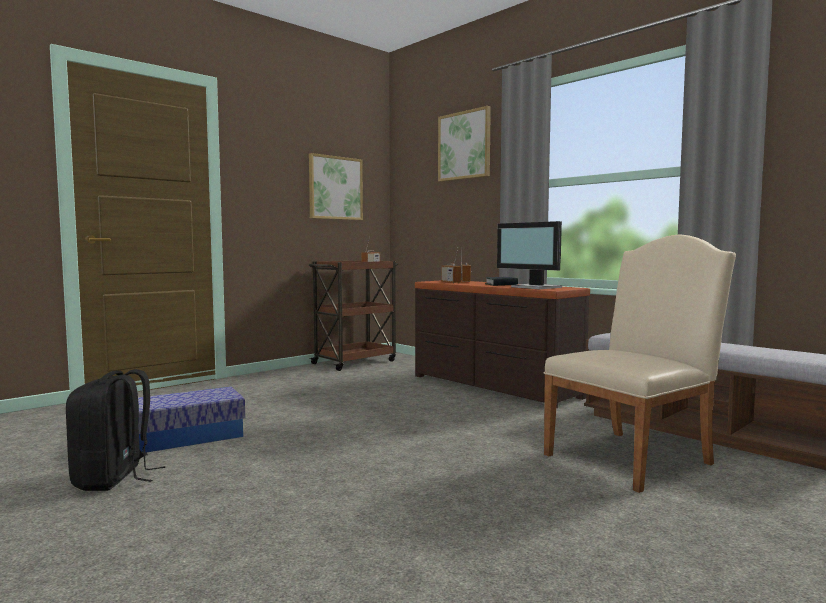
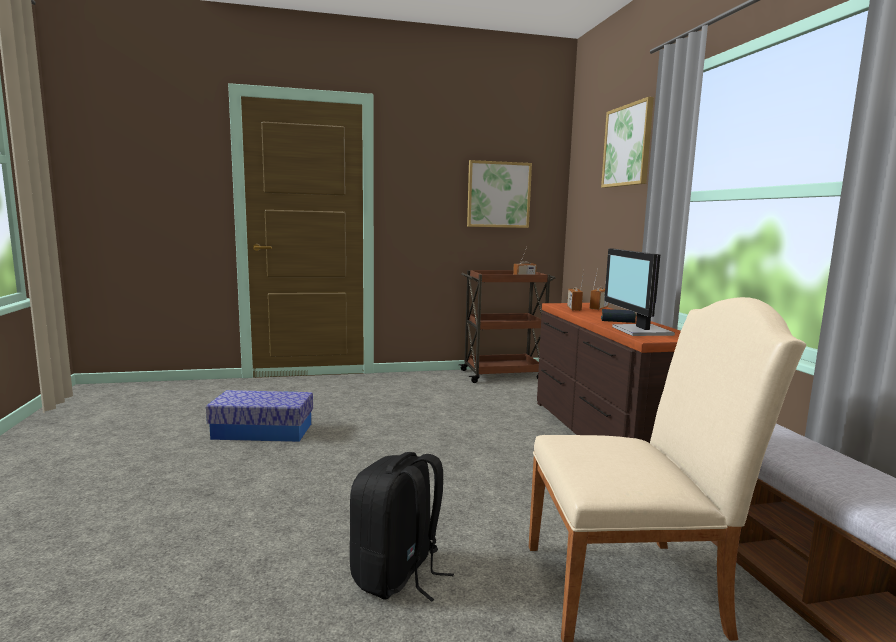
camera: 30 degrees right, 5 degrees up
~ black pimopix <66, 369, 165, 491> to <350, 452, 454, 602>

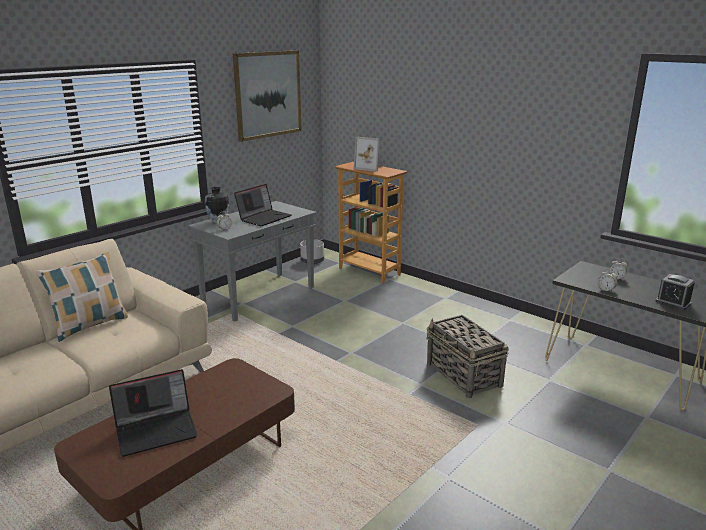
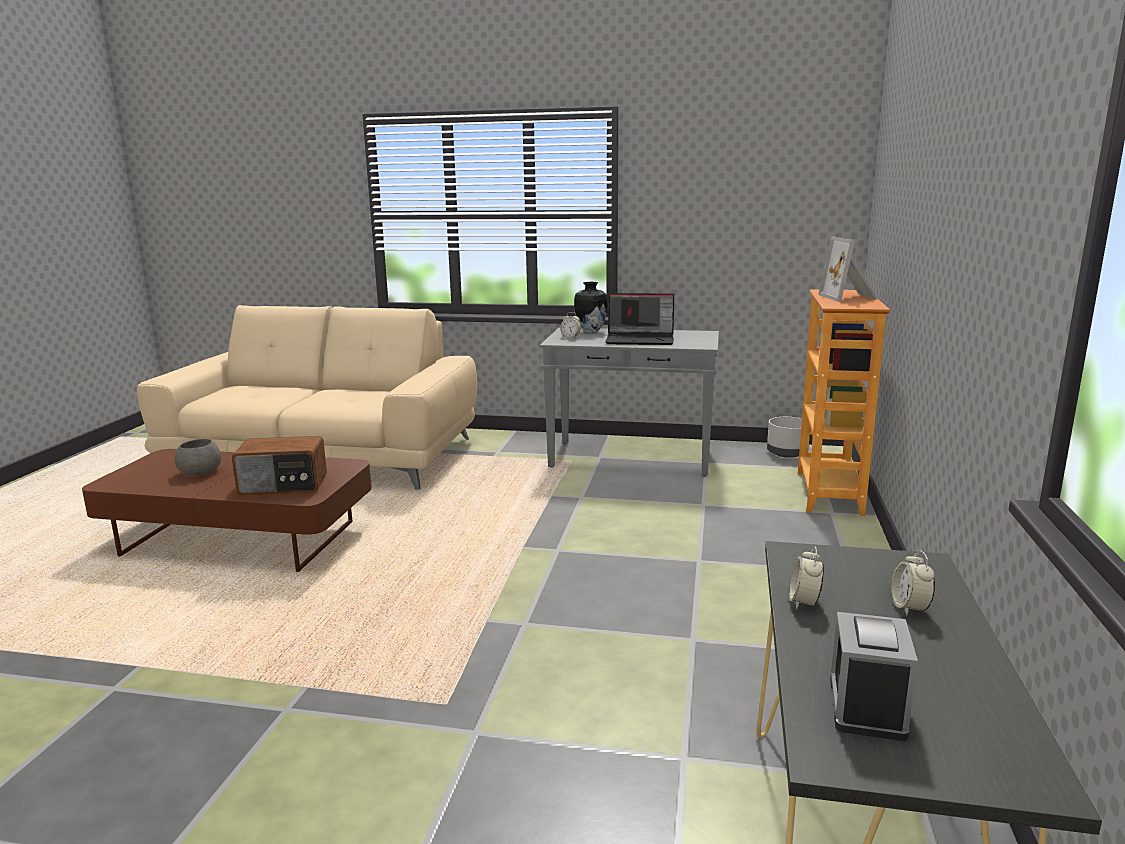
camera: 60 degrees right, 5 degrees down
~ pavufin <109, 369, 198, 457> to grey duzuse <175, 439, 221, 476>
+ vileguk <232, 436, 327, 496>
- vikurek <36, 252, 128, 342>
- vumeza <233, 50, 302, 142>
- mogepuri <426, 315, 509, 398>

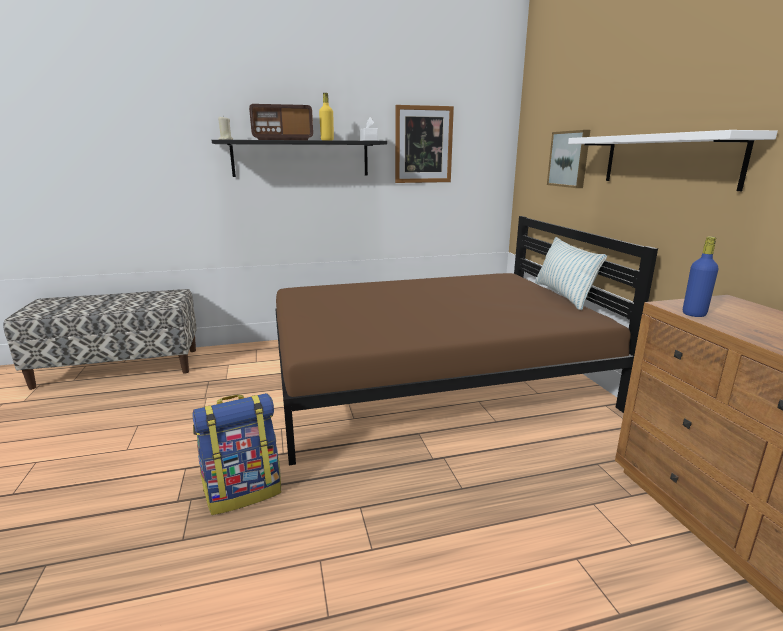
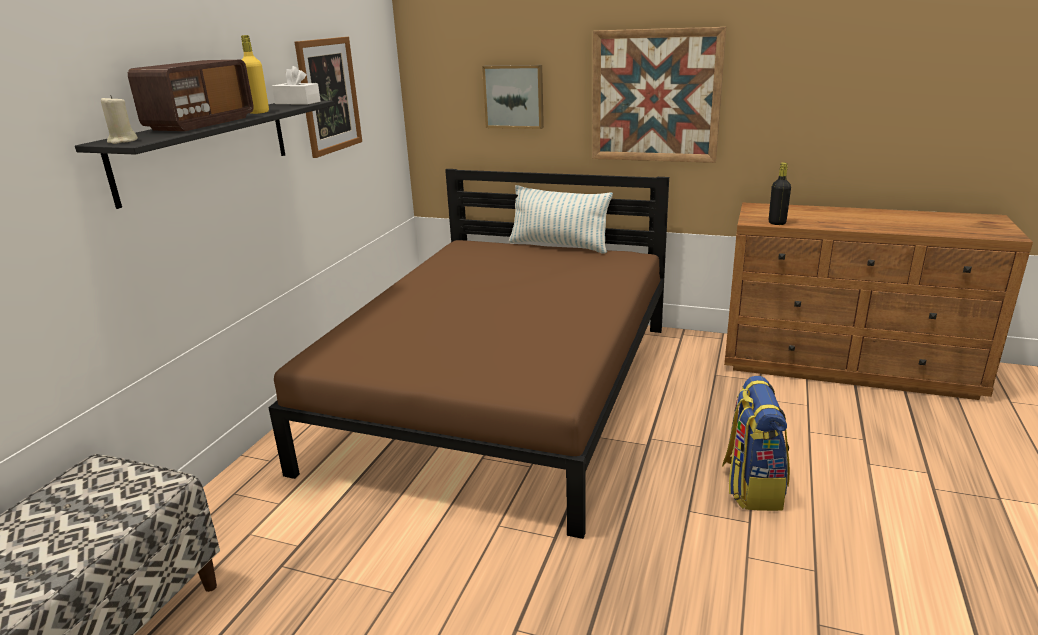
camera: 55 degrees left, 5 degrees up
~ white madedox <568, 130, 778, 191> to vumeza <592, 27, 726, 163>
~ pimopix <192, 393, 281, 515> to <722, 376, 790, 511>
~ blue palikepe <683, 237, 719, 317> to black palikepe <769, 163, 791, 225>

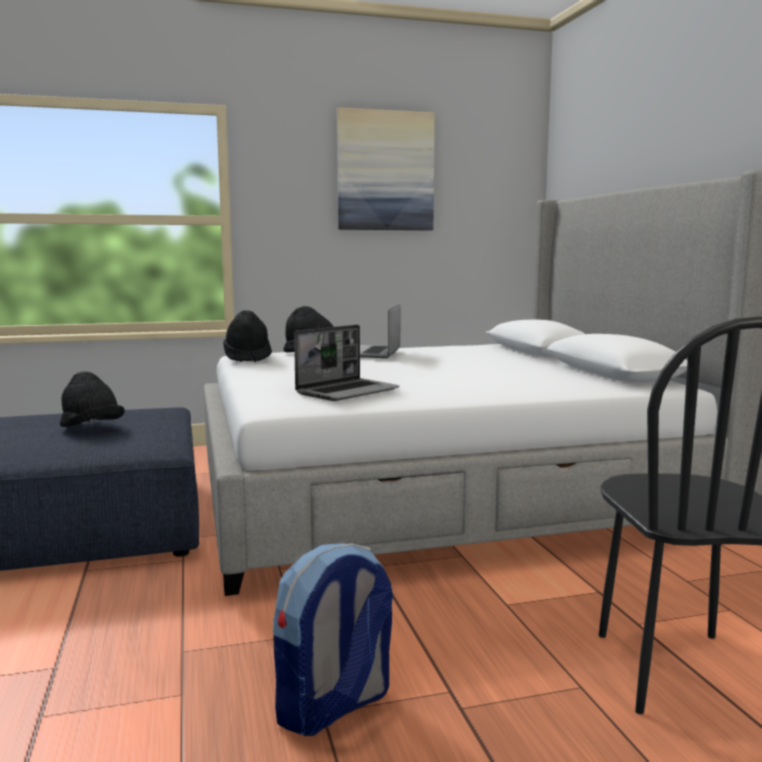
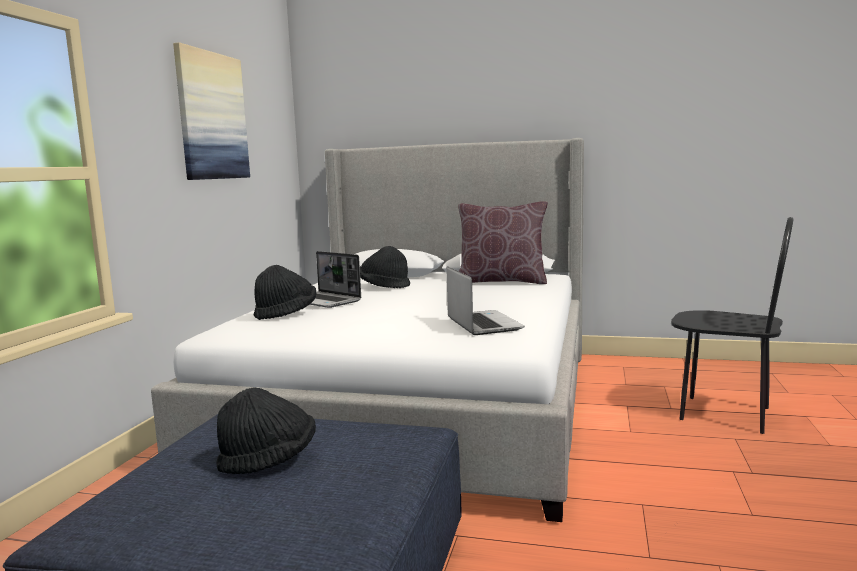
camera: 60 degrees left, 0 degrees up
~ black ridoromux <223, 310, 272, 362> to <360, 246, 410, 288>
+ brown vikurek <458, 201, 548, 284>
- pimopix <273, 543, 393, 736>

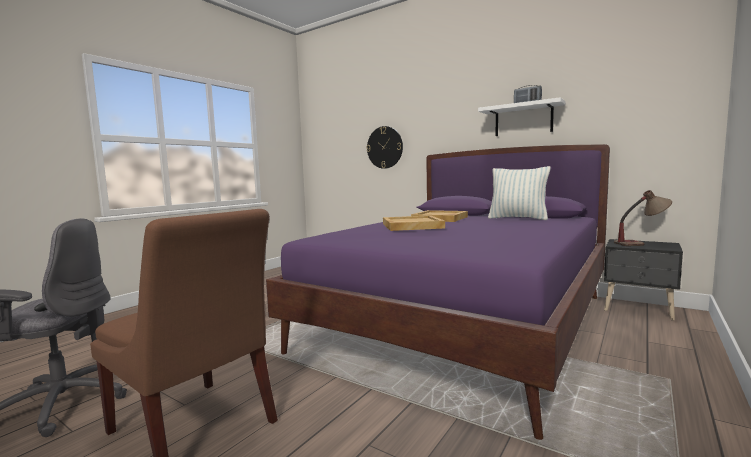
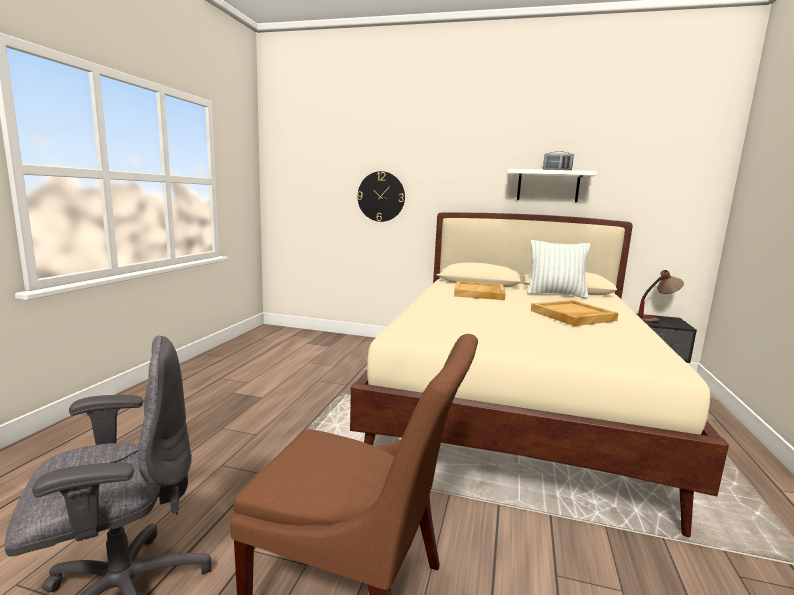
camera: 20 degrees left, 5 degrees up
~ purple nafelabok <266, 144, 610, 440> to beige nafelabok <350, 212, 729, 537>
~ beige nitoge <383, 215, 445, 231> to <531, 300, 619, 326>

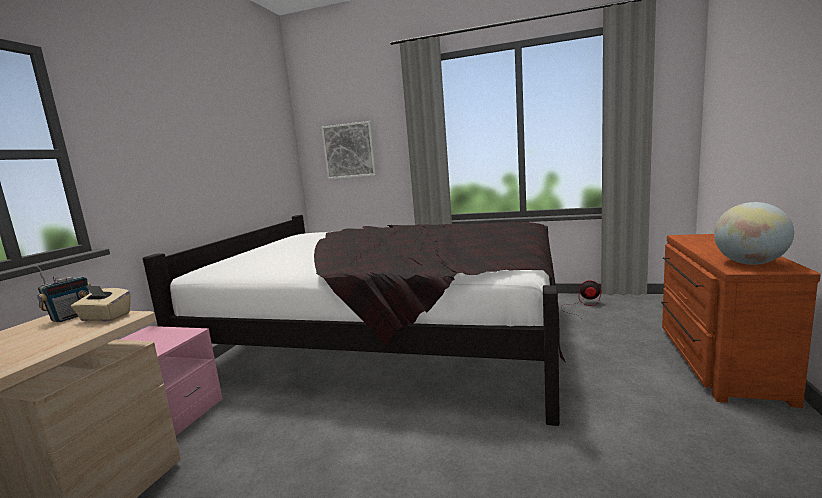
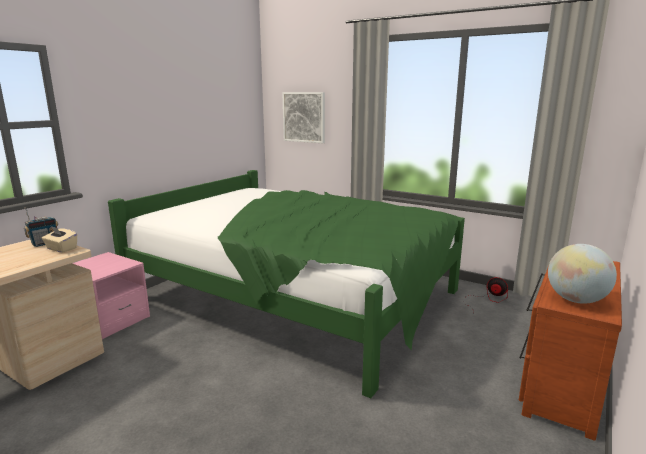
camera: 15 degrees right, 5 degrees up
~ black nafelabok <143, 215, 566, 426> to green nafelabok <108, 170, 465, 398>

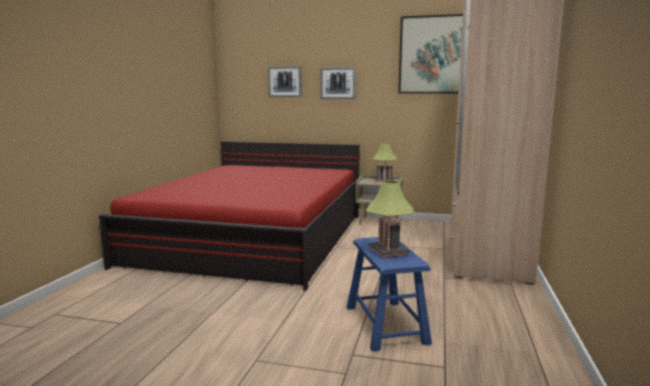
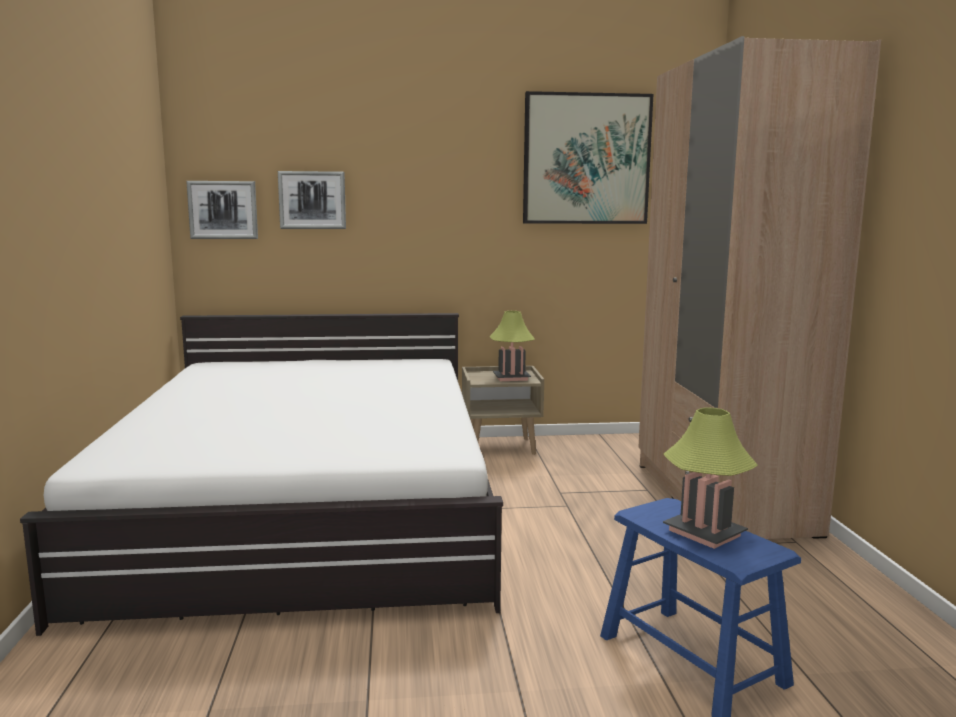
camera: 20 degrees left, 0 degrees up
~ red nafelabok <99, 141, 360, 291> to white nafelabok <20, 313, 503, 636>
~ vumeza <321, 67, 356, 99> to <186, 181, 258, 239>

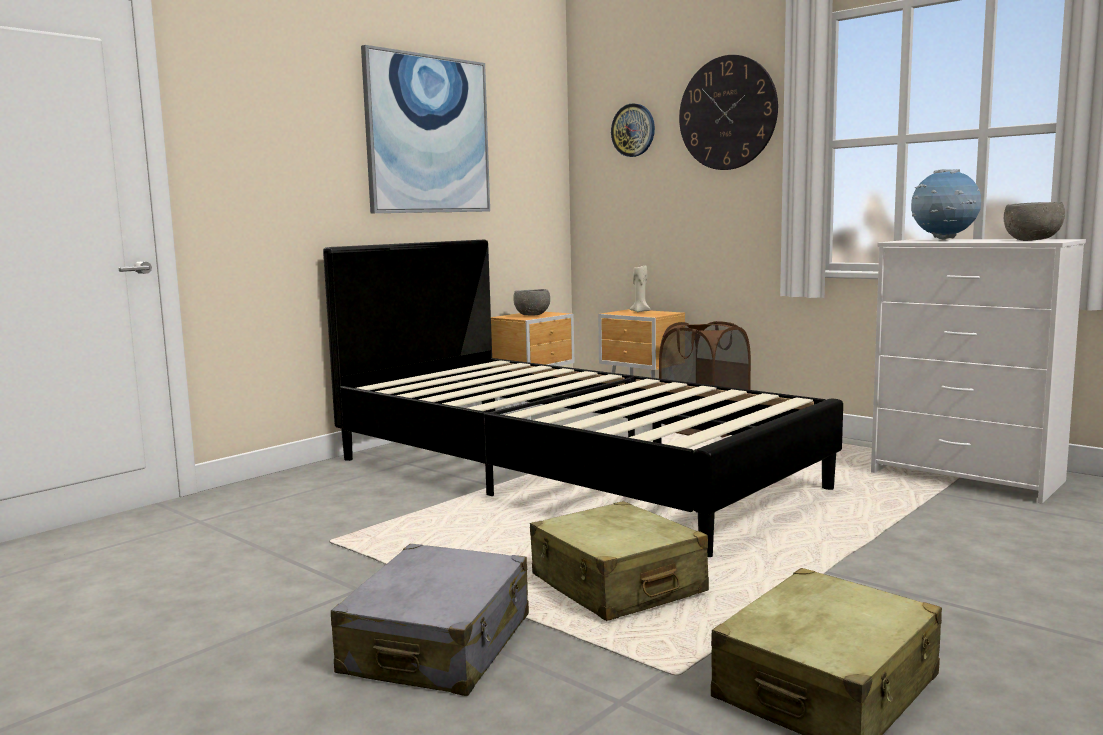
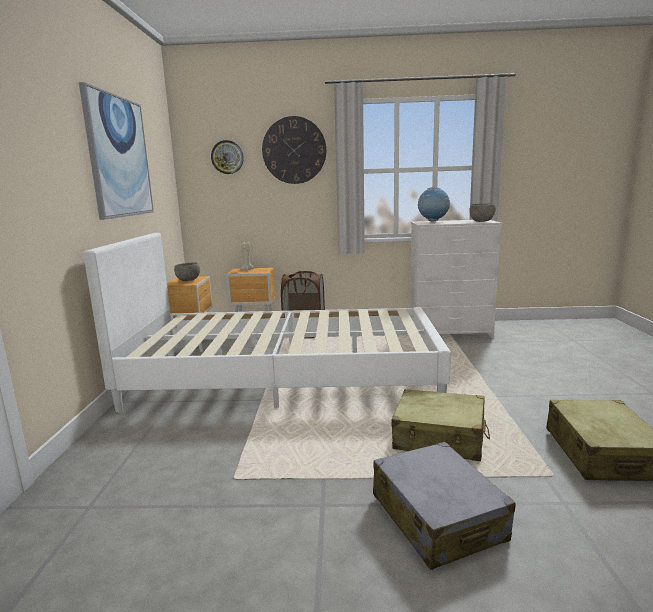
camera: 40 degrees left, 5 degrees up
~ black nafelabok <323, 240, 843, 557> to white nafelabok <83, 233, 451, 413>

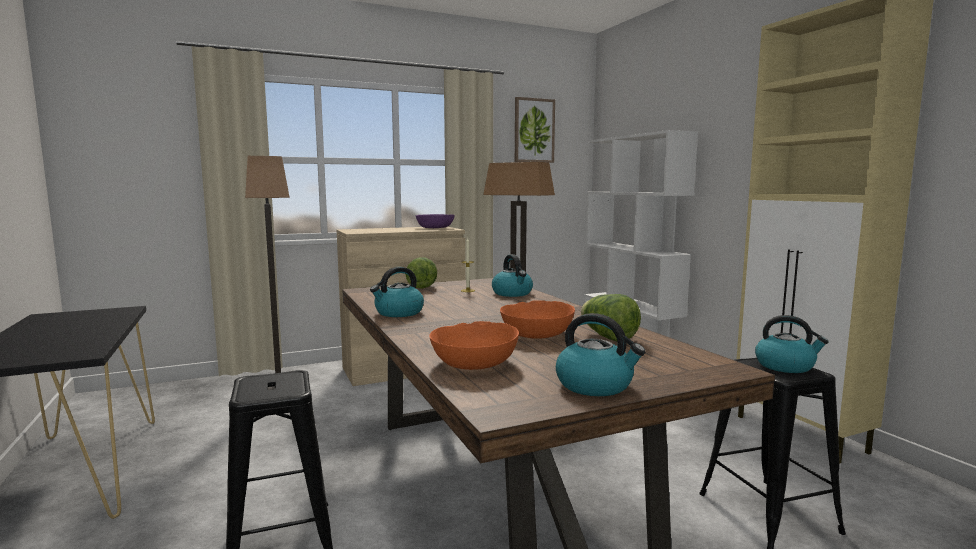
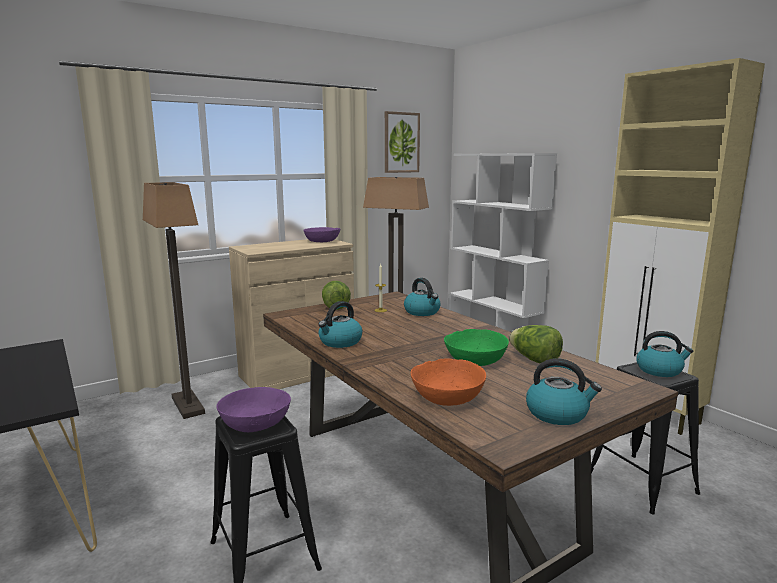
camera: 10 degrees left, 5 degrees up
+ purple duzuse <216, 387, 291, 432>
~ orange duzuse <500, 300, 575, 339> to green duzuse <444, 329, 509, 366>

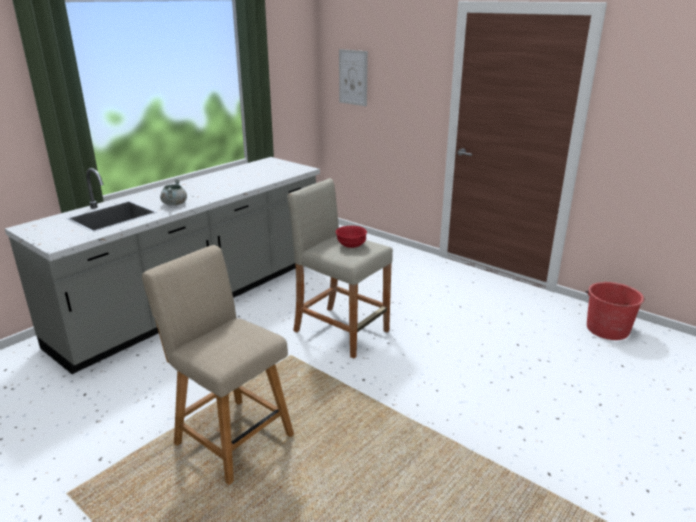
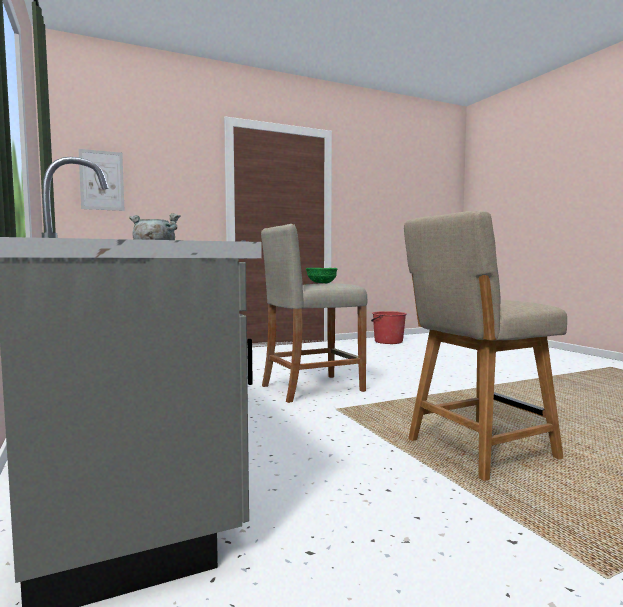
camera: 65 degrees left, 20 degrees down
~ red duzuse <336, 226, 367, 248> to green duzuse <306, 268, 337, 283>

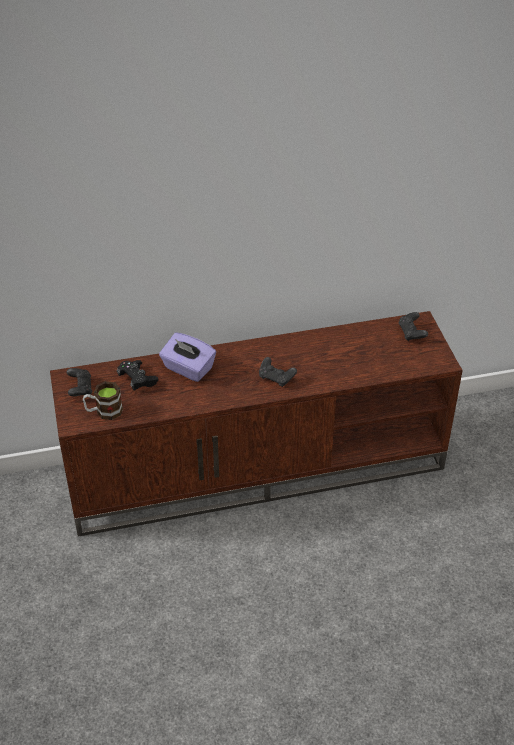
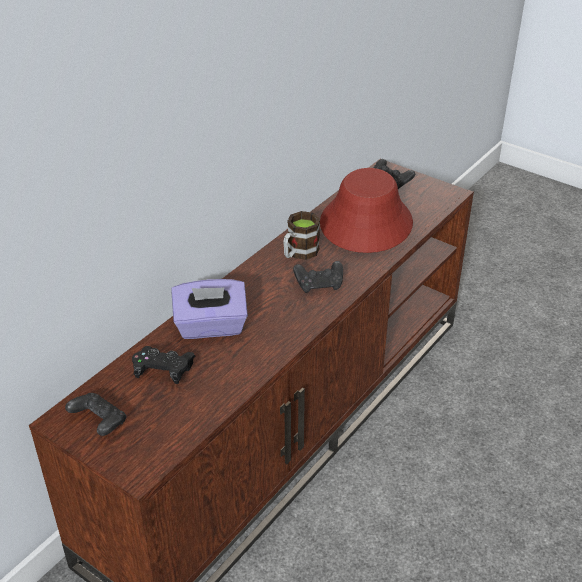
camera: 40 degrees left, 5 degrees down
~ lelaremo <83, 381, 123, 420> to <283, 211, 320, 260>
+ red ridoromux <320, 168, 413, 253>

